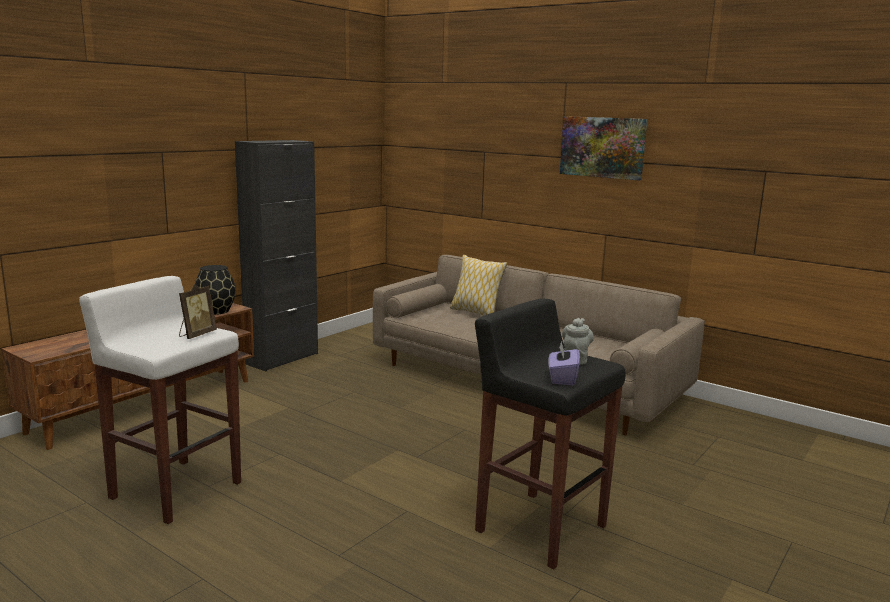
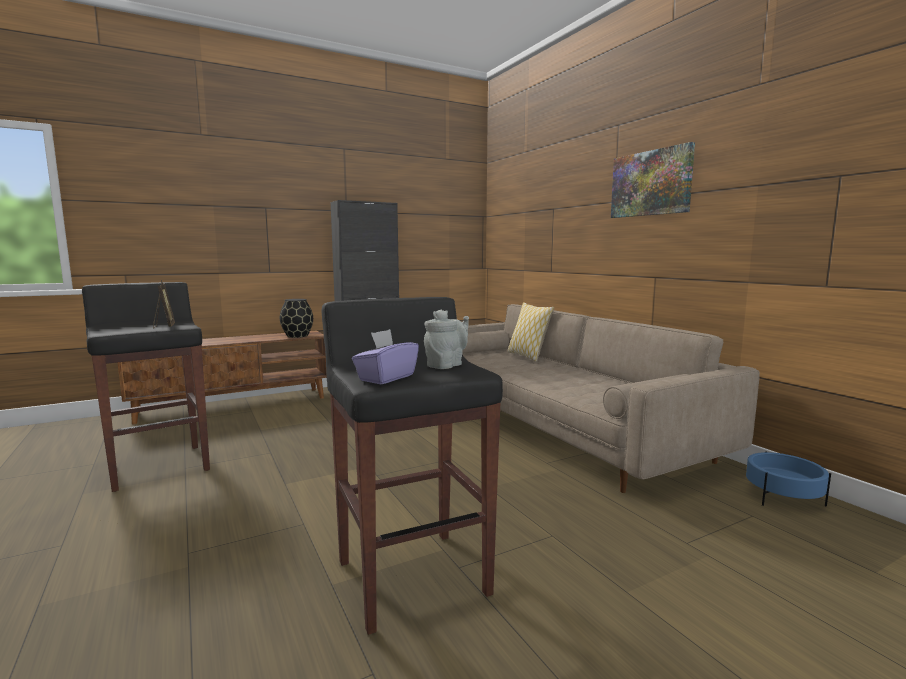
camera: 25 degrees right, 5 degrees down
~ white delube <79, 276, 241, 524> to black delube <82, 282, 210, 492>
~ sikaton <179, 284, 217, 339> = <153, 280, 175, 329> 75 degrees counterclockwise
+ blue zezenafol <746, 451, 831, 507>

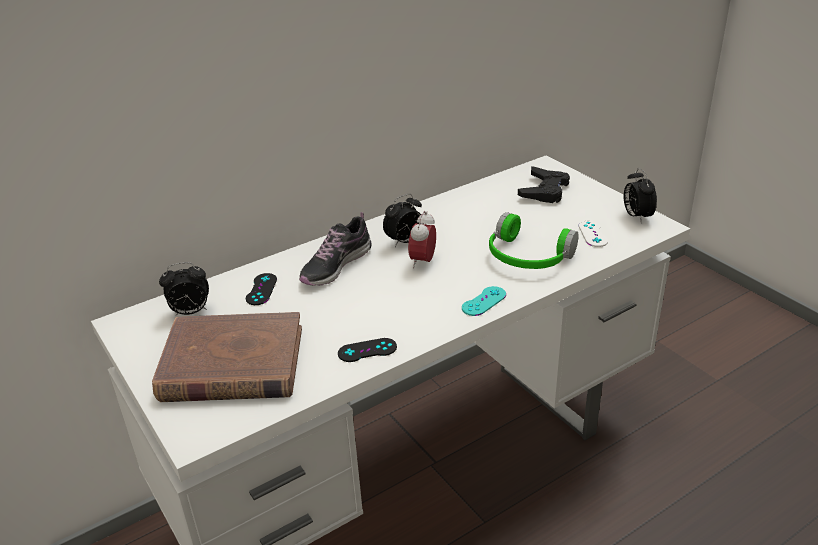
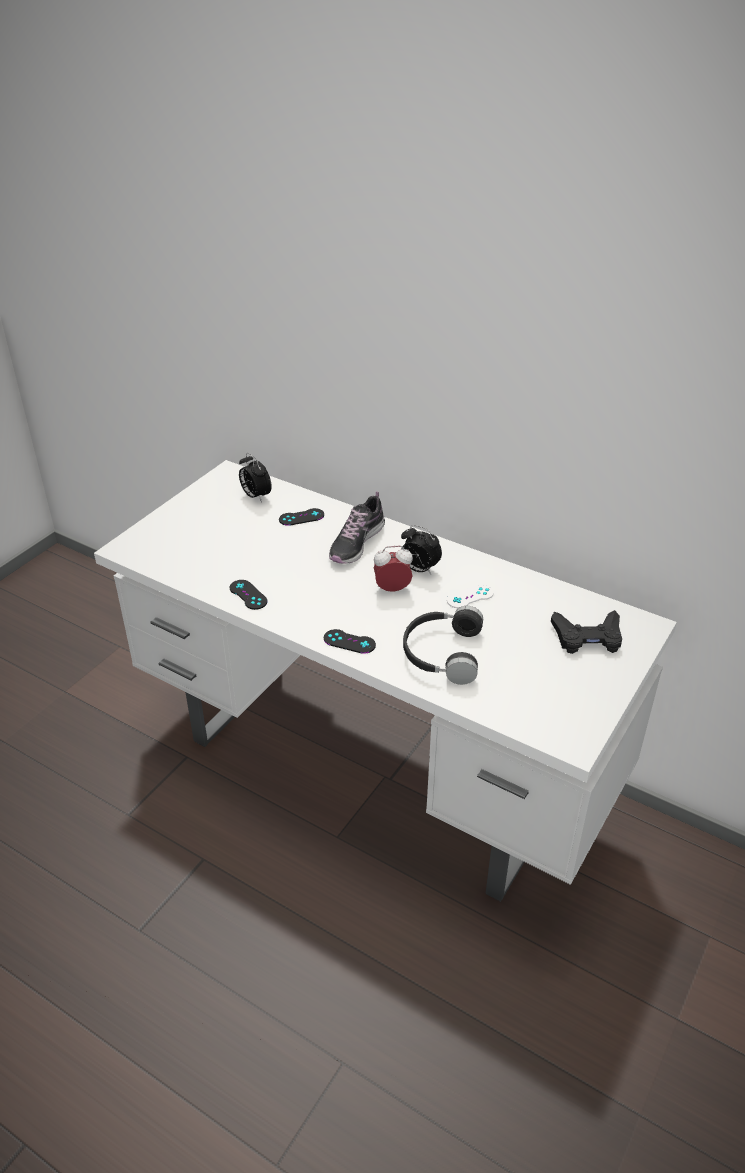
camera: 65 degrees right, 5 degrees up
~ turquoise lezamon <462, 286, 506, 316> to black lezamon <324, 629, 376, 654>
~ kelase <299, 212, 372, 286> = <329, 491, 385, 564> 75 degrees counterclockwise
~ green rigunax <489, 212, 578, 269> to black rigunax <403, 606, 483, 685>
~ white lezamon <579, 220, 608, 247> to <447, 584, 494, 608>
- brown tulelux <152, 312, 302, 402>
- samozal <624, 168, 657, 223>

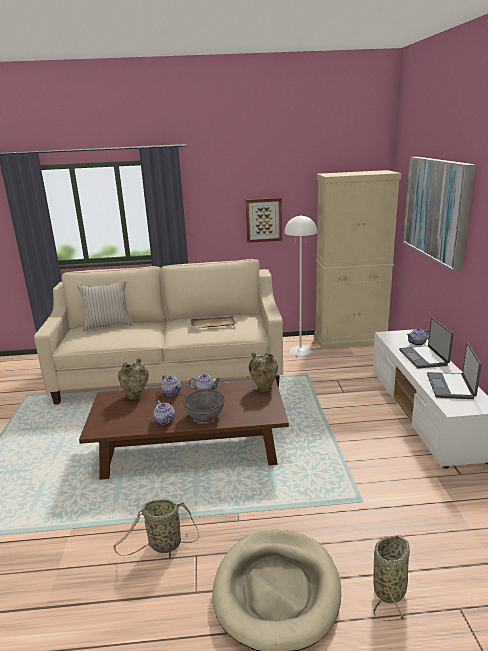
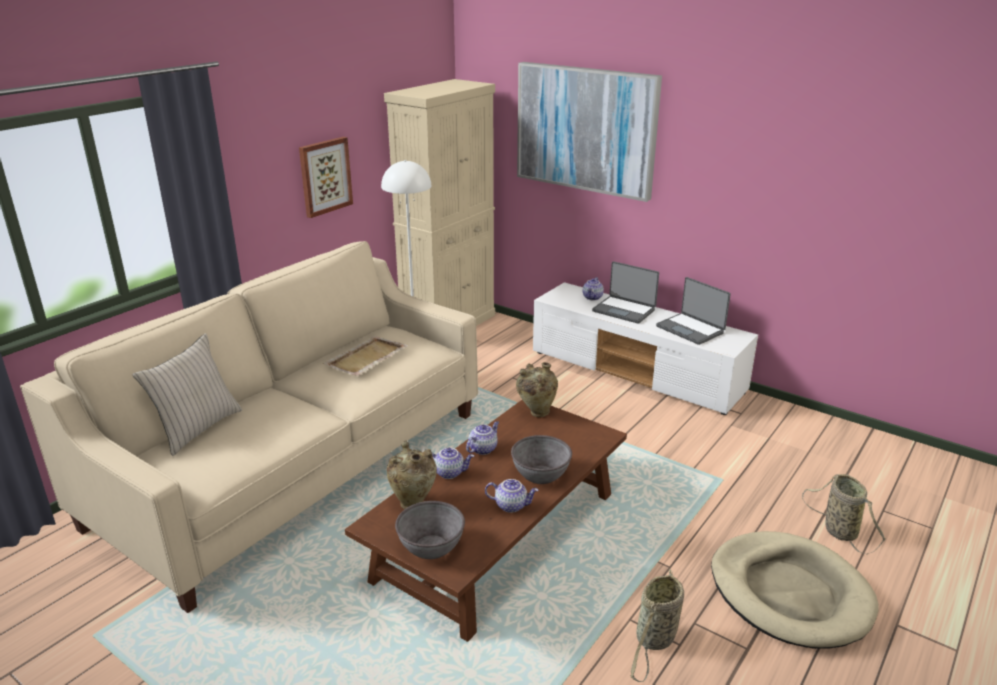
camera: 50 degrees left, 5 degrees up
+ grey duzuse <395, 501, 465, 559>

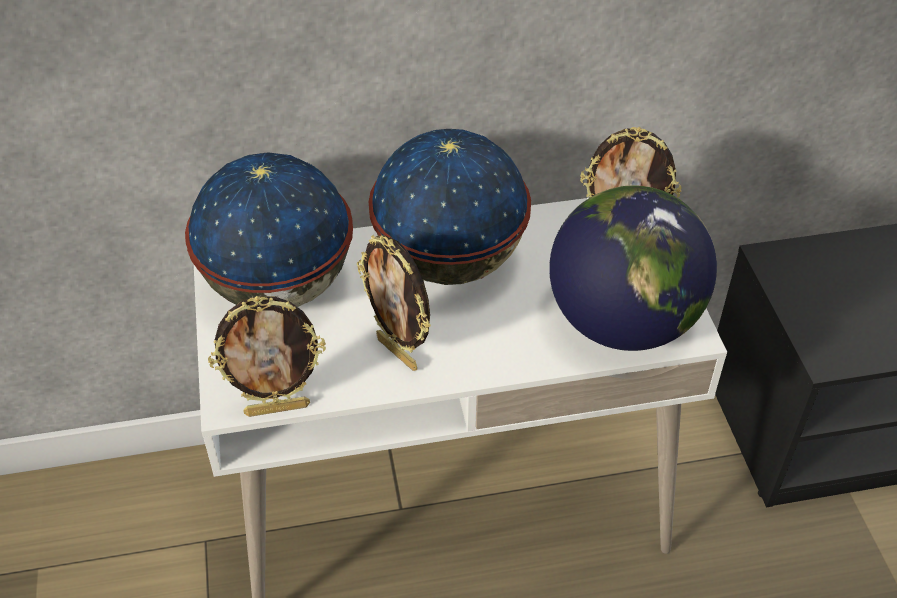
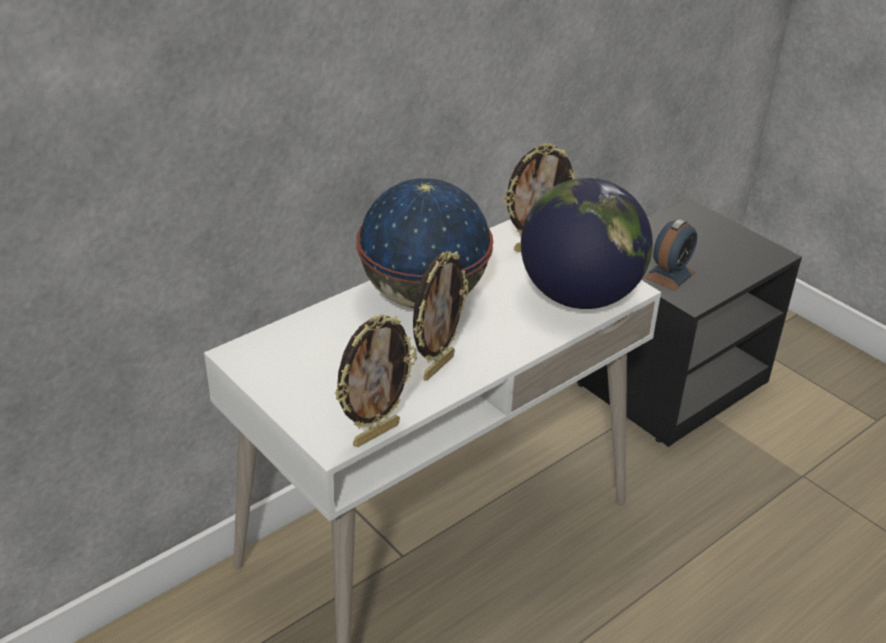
camera: 30 degrees left, 10 degrees down
~ sikaton <357, 235, 431, 371> = <413, 251, 469, 381> 75 degrees counterclockwise
+ samozal <644, 219, 697, 291>
- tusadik <185, 153, 353, 307>

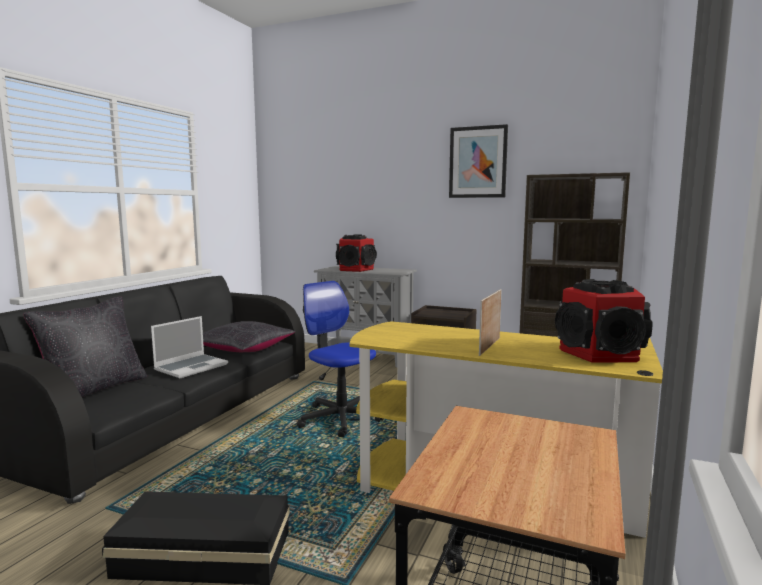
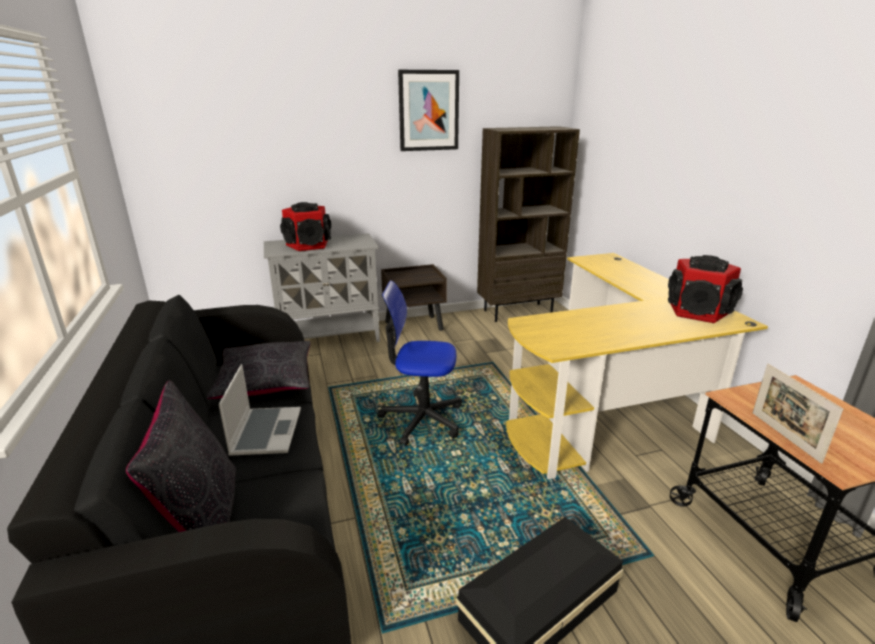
camera: 40 degrees left, 15 degrees up
~ sikaton <479, 289, 502, 356> to <753, 364, 843, 464>

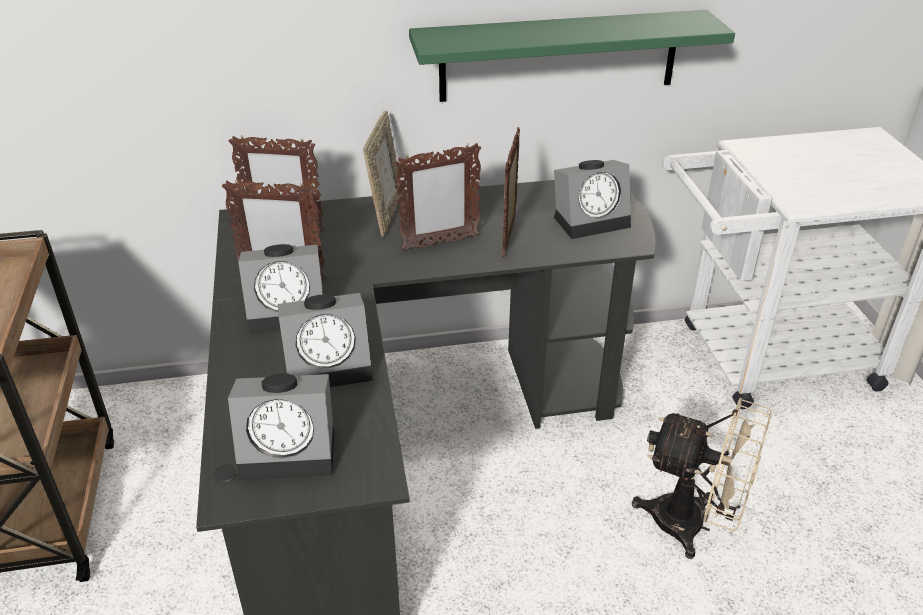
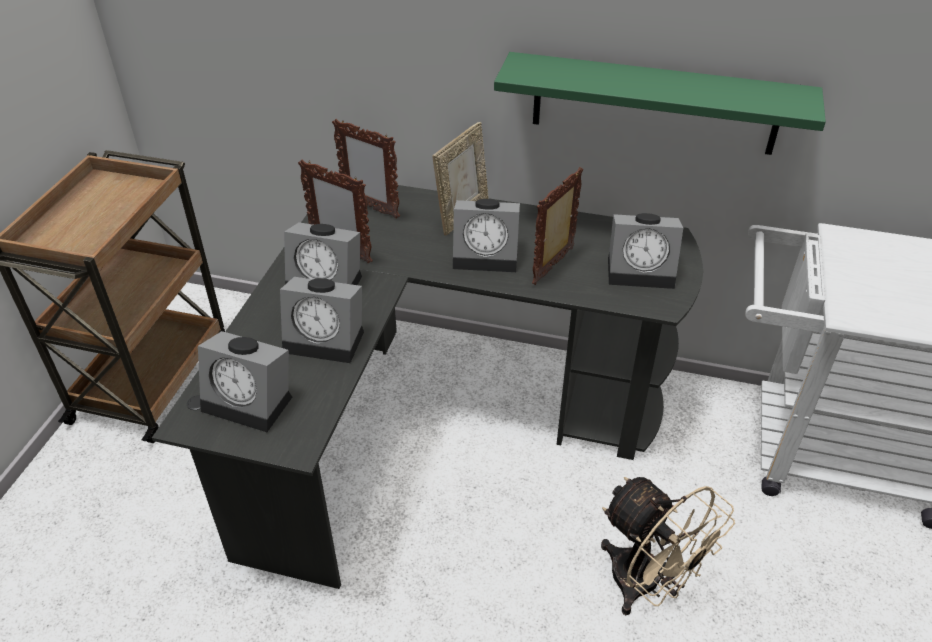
camera: 25 degrees right, 5 degrees up
~ sikaton <394, 143, 481, 251> to samozal <453, 199, 520, 272>

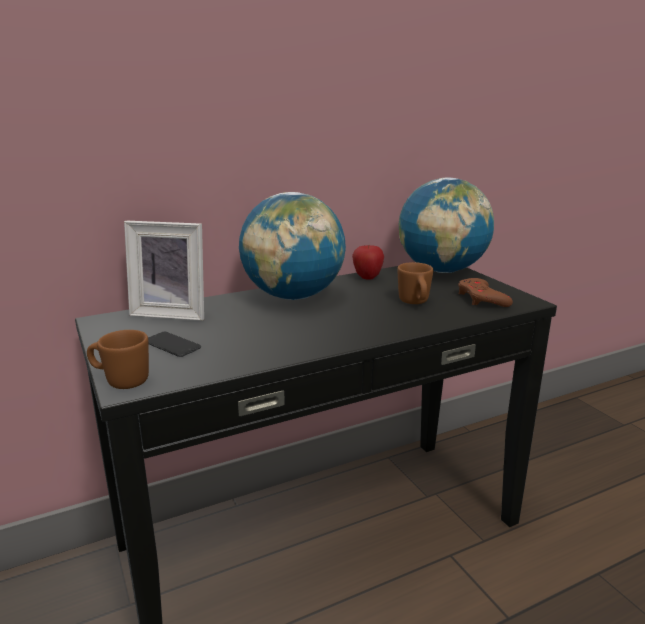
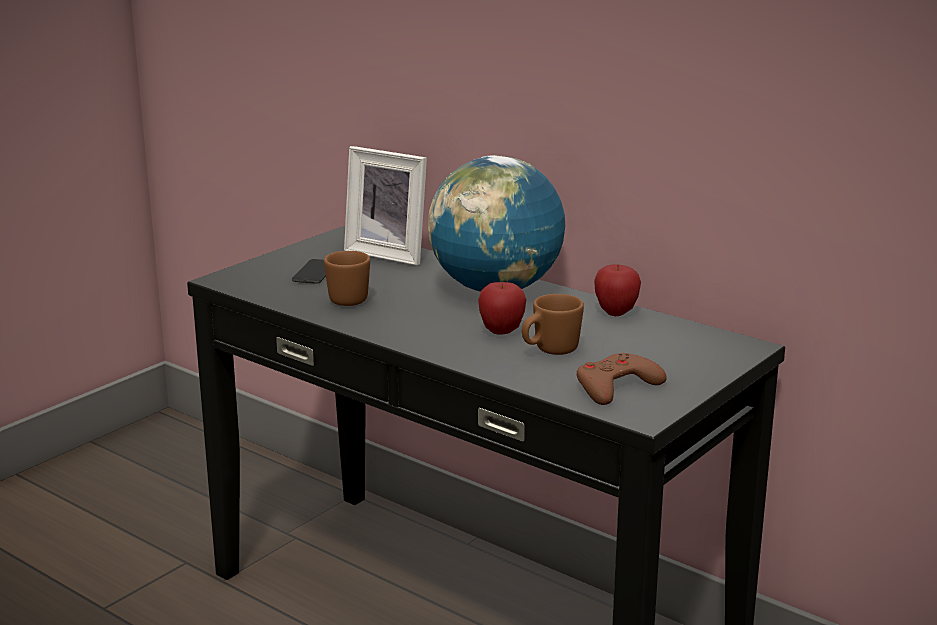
camera: 65 degrees right, 0 degrees up
~ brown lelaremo <87, 330, 149, 389> to <324, 251, 370, 306>
~ sikaton <124, 221, 204, 321> = <344, 146, 427, 266> 45 degrees counterclockwise
+ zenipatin <478, 282, 527, 335>
- tusadik <399, 178, 494, 273>

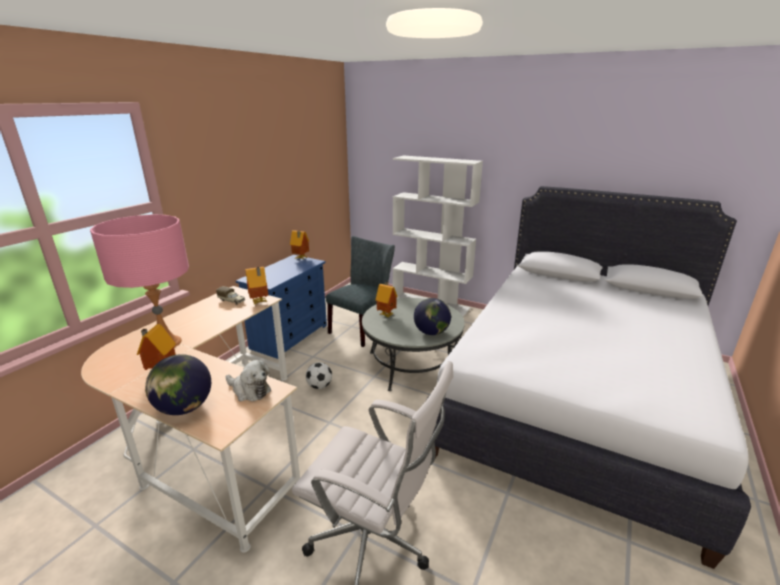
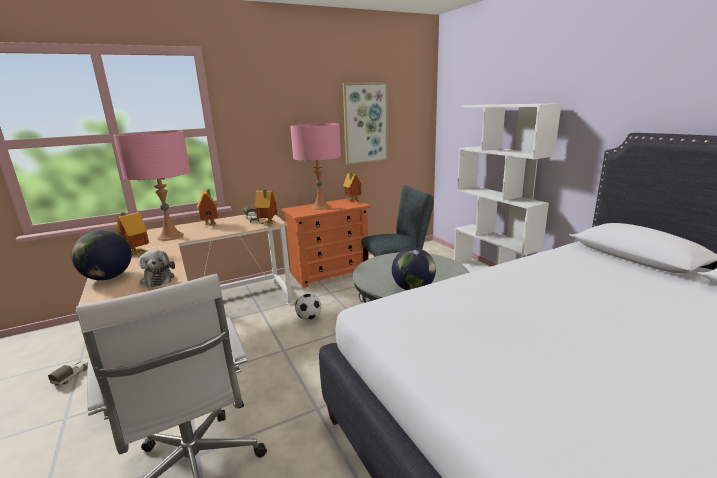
camera: 35 degrees right, 5 degrees down
+ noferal <48, 361, 88, 385>
~ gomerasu <375, 282, 397, 317> to <197, 189, 218, 226>
~ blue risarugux <236, 255, 327, 359> to orange risarugux <282, 198, 370, 288>
+ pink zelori <290, 123, 341, 210>
+ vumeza <343, 82, 388, 165>

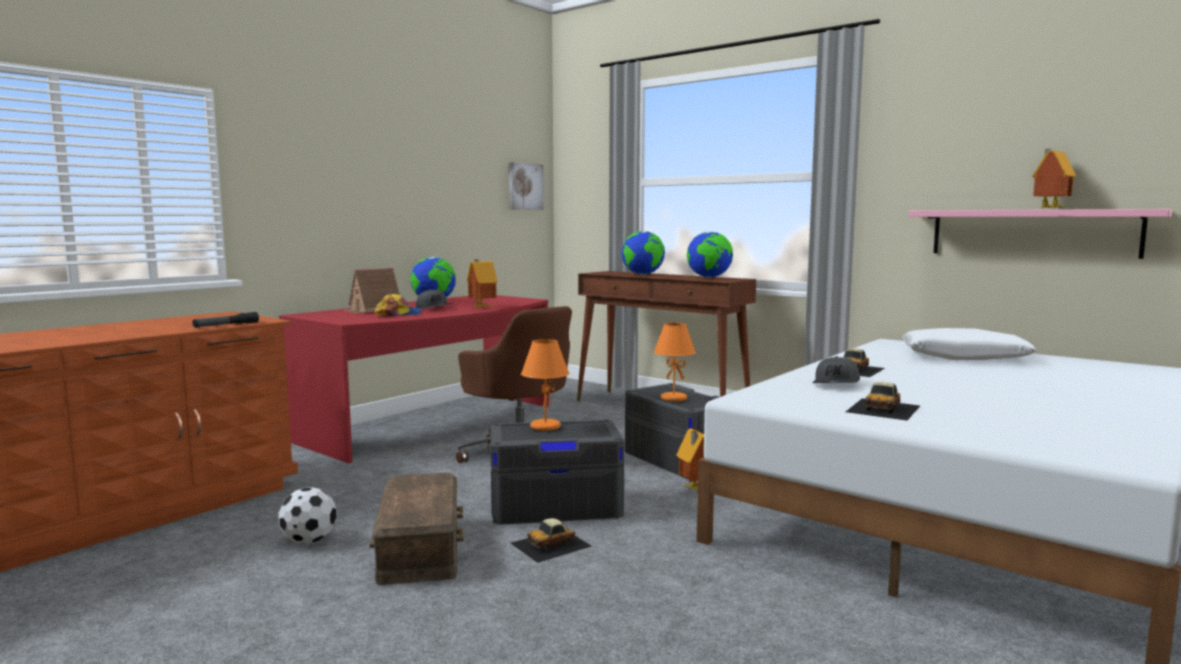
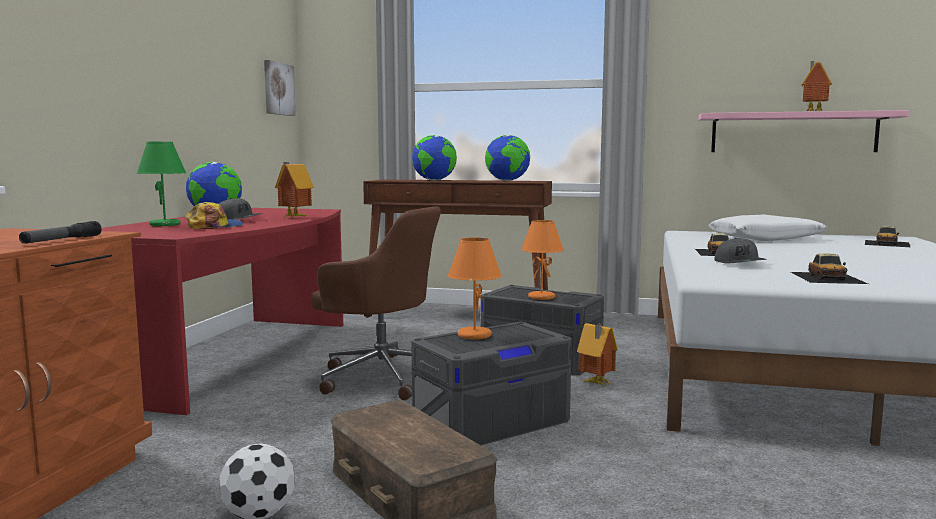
camera: 25 degrees left, 0 degrees up
~ gomerasu <343, 268, 400, 314> to green zelori <137, 142, 186, 226>
~ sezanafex <511, 518, 592, 563> to <865, 226, 910, 247>

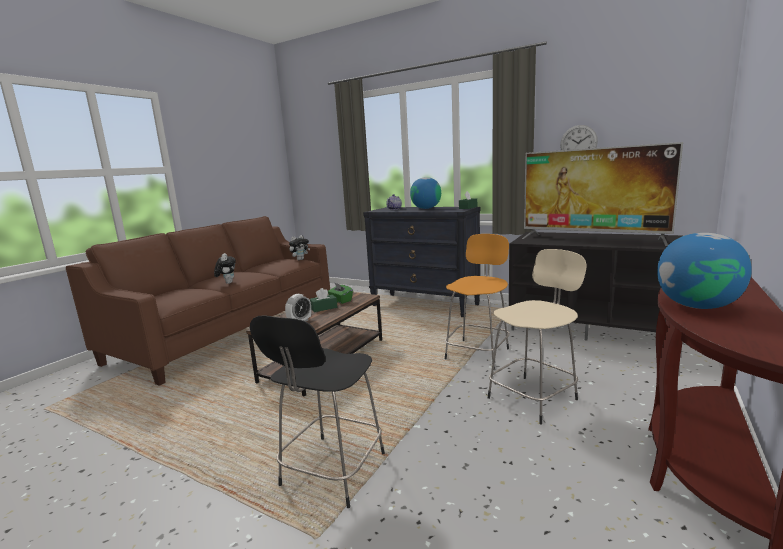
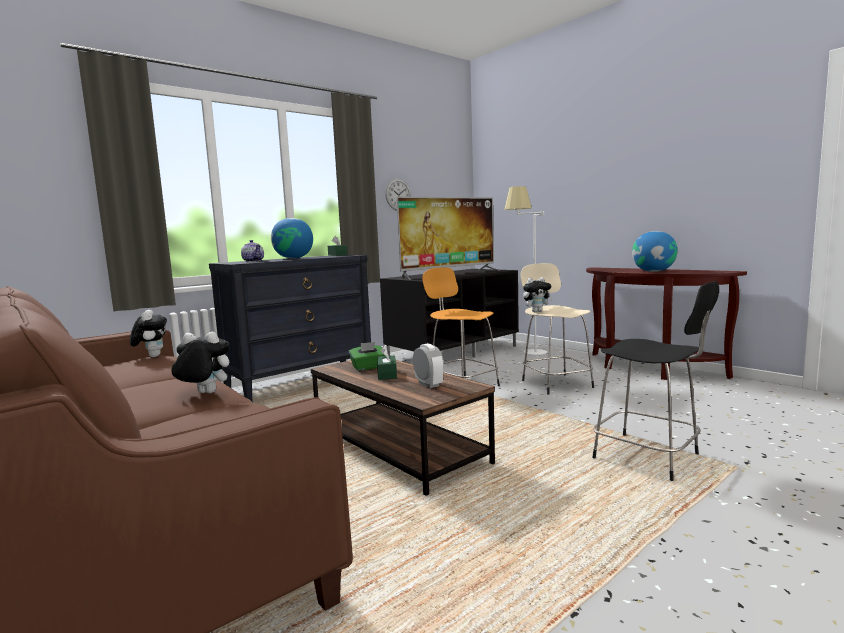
camera: 70 degrees left, 5 degrees down
+ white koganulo <504, 186, 547, 355>
+ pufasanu <523, 277, 553, 312>

